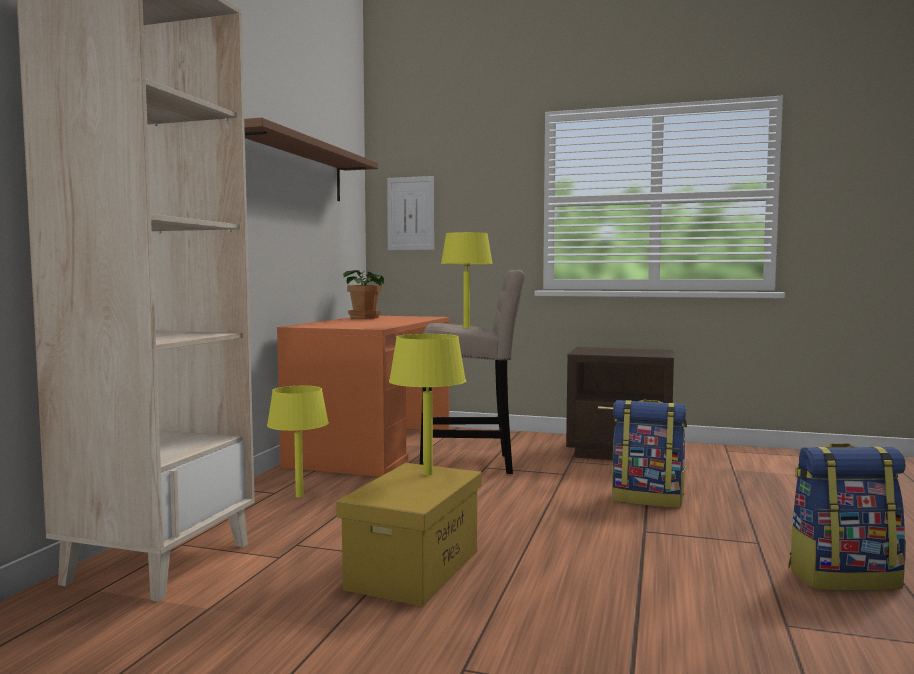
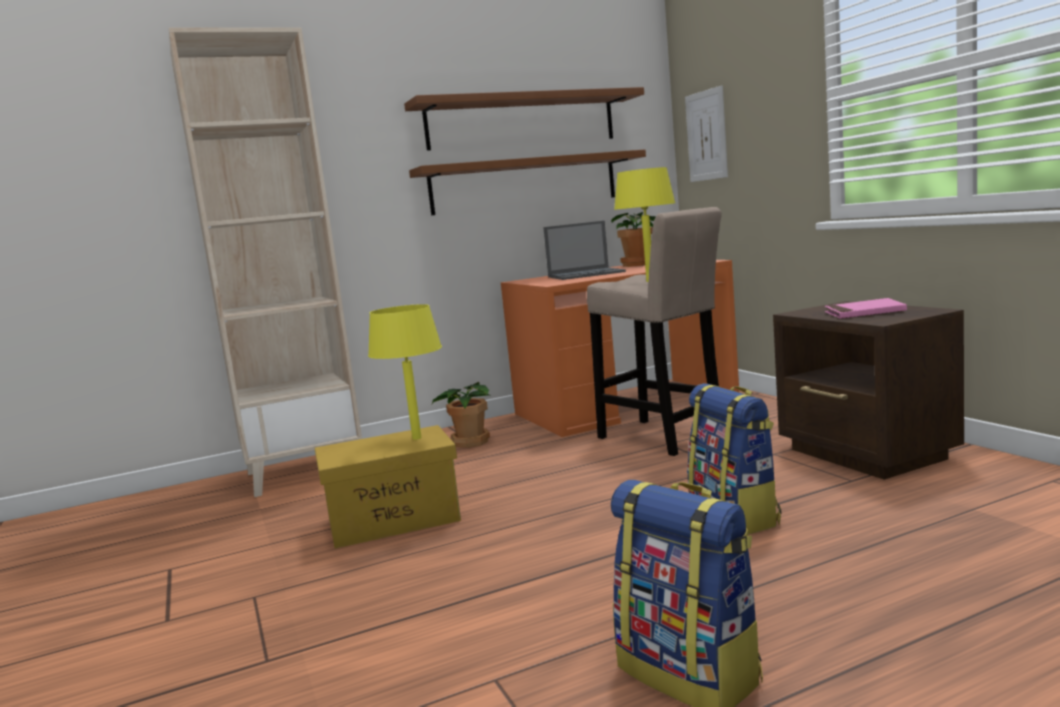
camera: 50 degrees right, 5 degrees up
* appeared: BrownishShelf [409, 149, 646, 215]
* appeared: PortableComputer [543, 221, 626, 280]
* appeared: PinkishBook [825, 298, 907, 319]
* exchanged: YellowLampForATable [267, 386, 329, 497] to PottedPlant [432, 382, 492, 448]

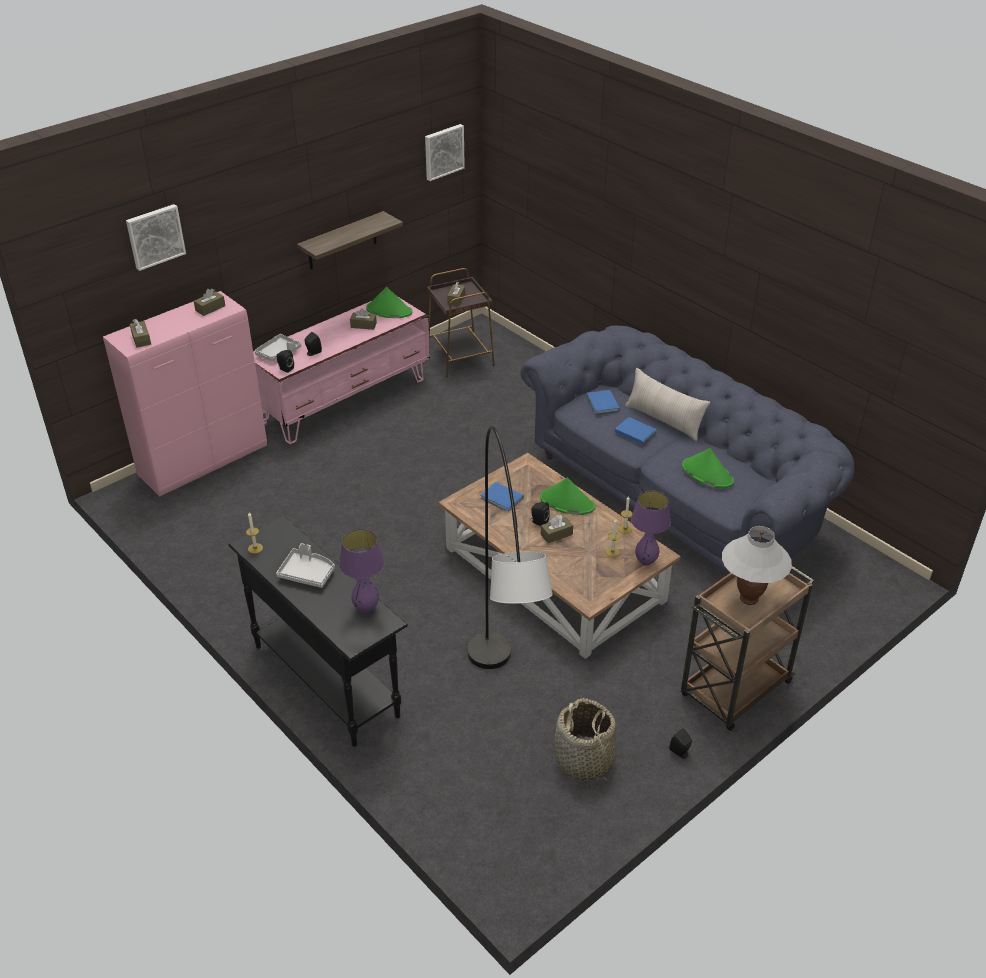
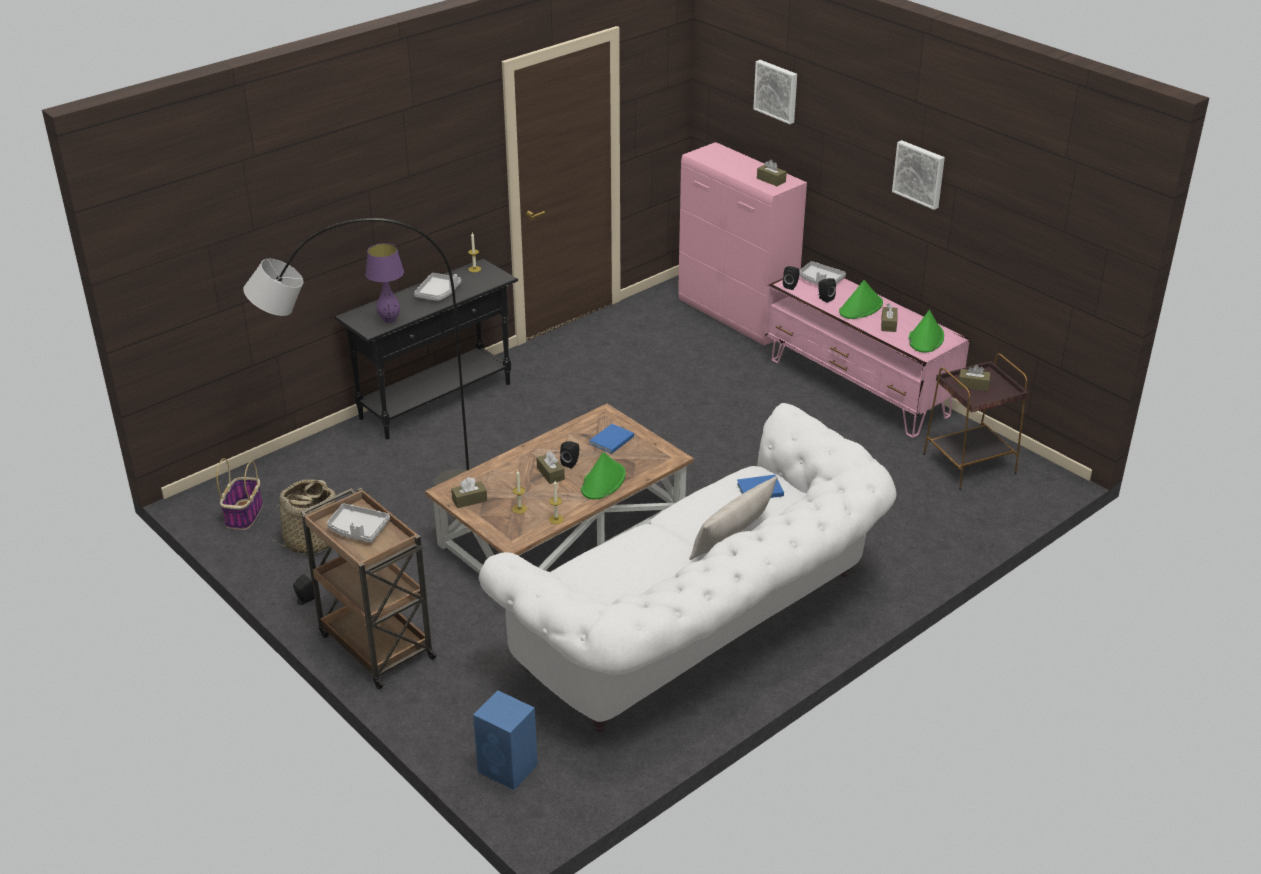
camera: 90 degrees right, 5 degrees down
* missing: Shelf [297, 211, 403, 269]
* missing: BlueColouredBook [615, 417, 657, 445]
* missing: PurpleLampForATable [631, 490, 671, 566]
* appeared: StorageBasket [216, 458, 263, 530]
* appeared: BlueColouredLoudspeaker [473, 690, 538, 790]
* relocated: BrownishBoxOfTissues [130, 319, 151, 348] to [451, 477, 487, 508]
* relocated: WallArt [425, 124, 465, 181] to [892, 140, 945, 210]
* relocated: GreenColouredWearableHat [682, 448, 734, 488] to [839, 280, 883, 319]
* exchanged: WhiteColouredLampForATable [722, 526, 792, 605] to GrayServingTray [327, 503, 390, 543]
* colour: BlueColouredSettee [521, 326, 854, 573] to WhiteColouredSettee [479, 403, 897, 732]

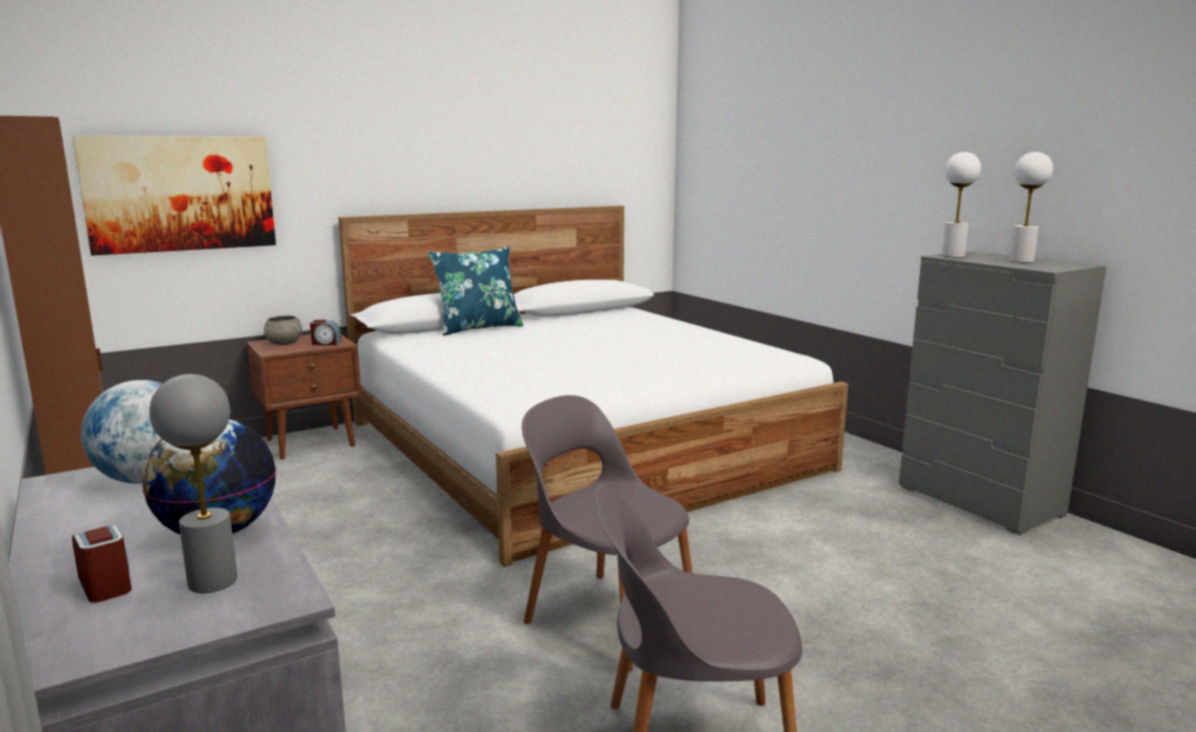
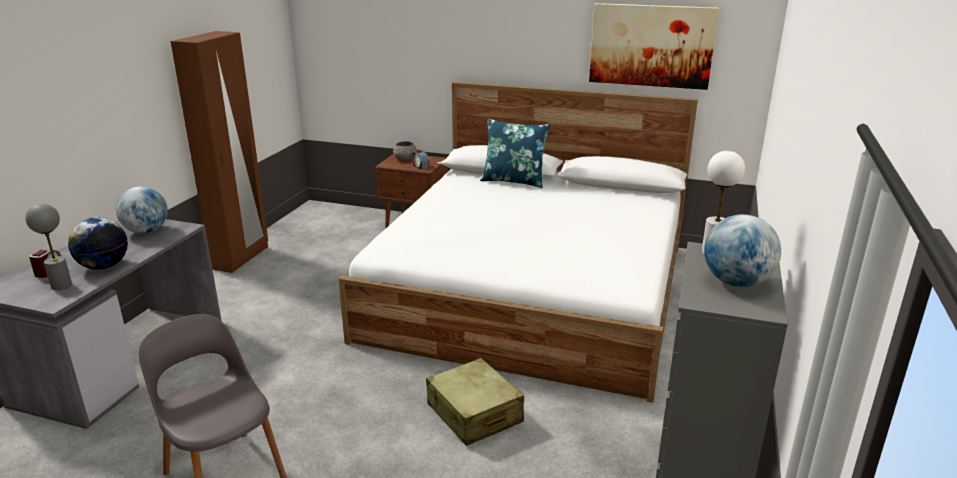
camera: 50 degrees right, 10 degrees up
* missing: GrayPlainChair [522, 395, 693, 672]
* appeared: BeigeColouredPieceOfLuggage [426, 358, 524, 446]
* relocated: WallArt [72, 136, 276, 256] to [589, 3, 719, 90]
* exchanged: WhiteColouredLampForATable [1009, 152, 1053, 263] to DeskGlobe [704, 214, 781, 287]

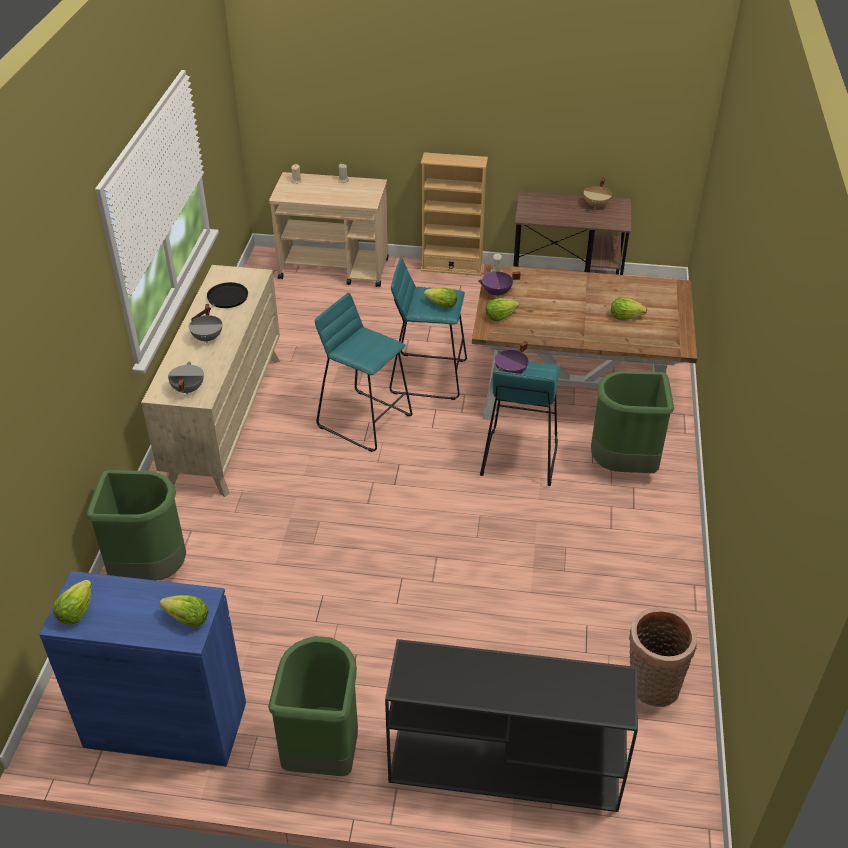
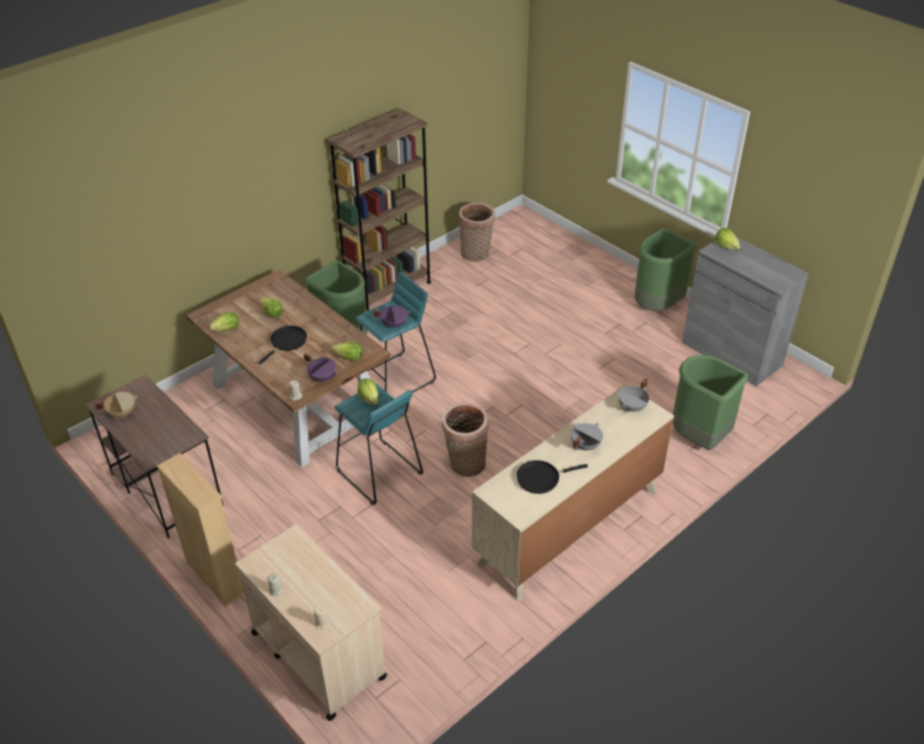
camera: 140 degrees left, 0 degrees up
* missing: BlackColouredConsoleTable [385, 639, 638, 812]
* appeared: BlackColouredPan [258, 326, 307, 365]
* appeared: BrownishBookcase [327, 108, 431, 312]
* relocated: Lettuce [53, 580, 92, 624] to [209, 312, 239, 331]
* exchanged: BlueGreenStool [315, 293, 412, 452] to StorageBasket [442, 403, 489, 477]
* colour: BlueColouredCupboard [39, 571, 246, 766] to GrayCupboard [682, 237, 809, 386]

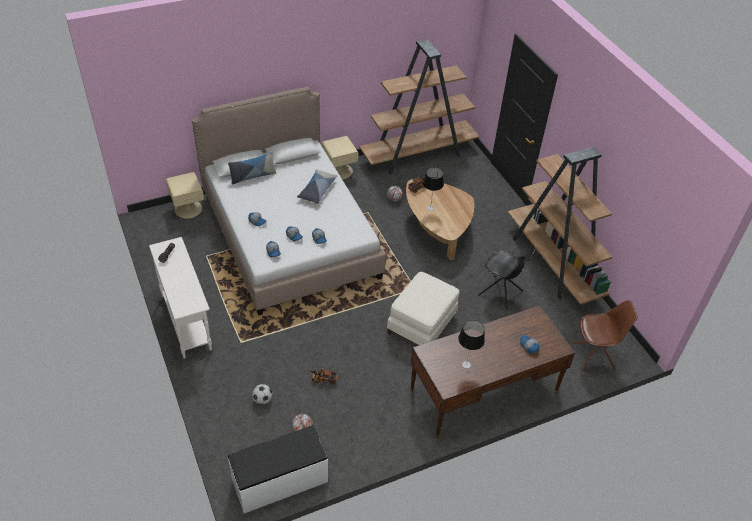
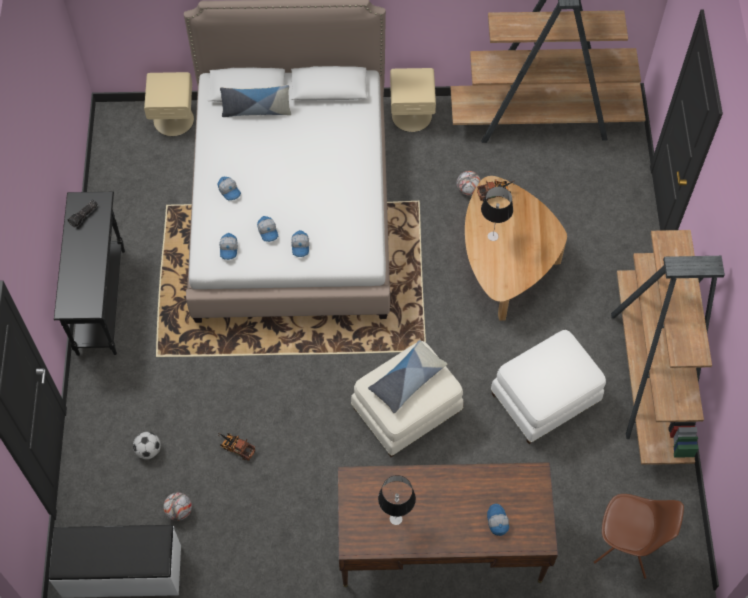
camera: 25 degrees right, 15 degrees up
* relocated: Pillow [297, 169, 337, 204] to [368, 340, 447, 413]
* exchanged: BlackColouredPlainChair [478, 248, 536, 310] to WhiteColouredFootrest [491, 330, 606, 444]
* colour: WhiteColouredConsoleTable [149, 237, 212, 359] to BlackColouredConsoleTable [54, 192, 125, 356]

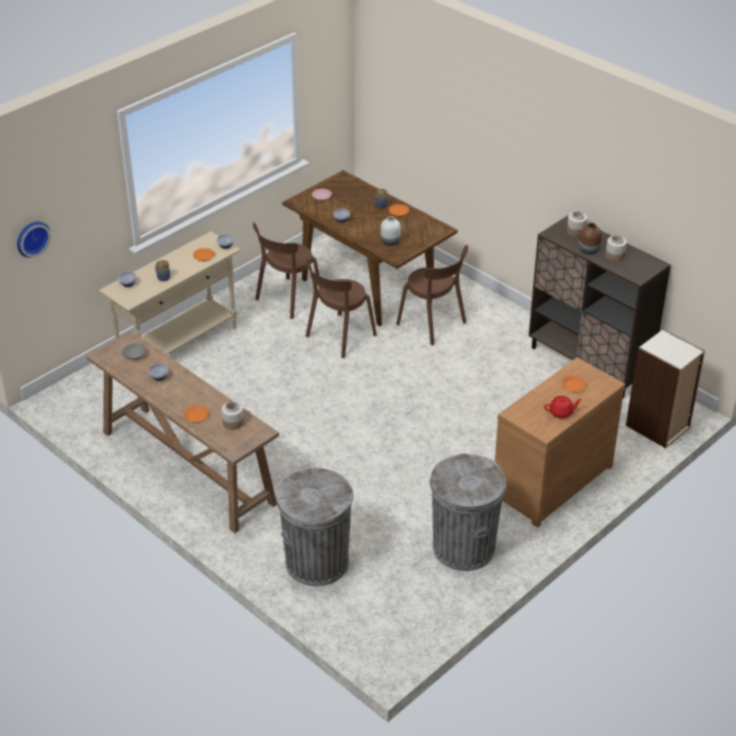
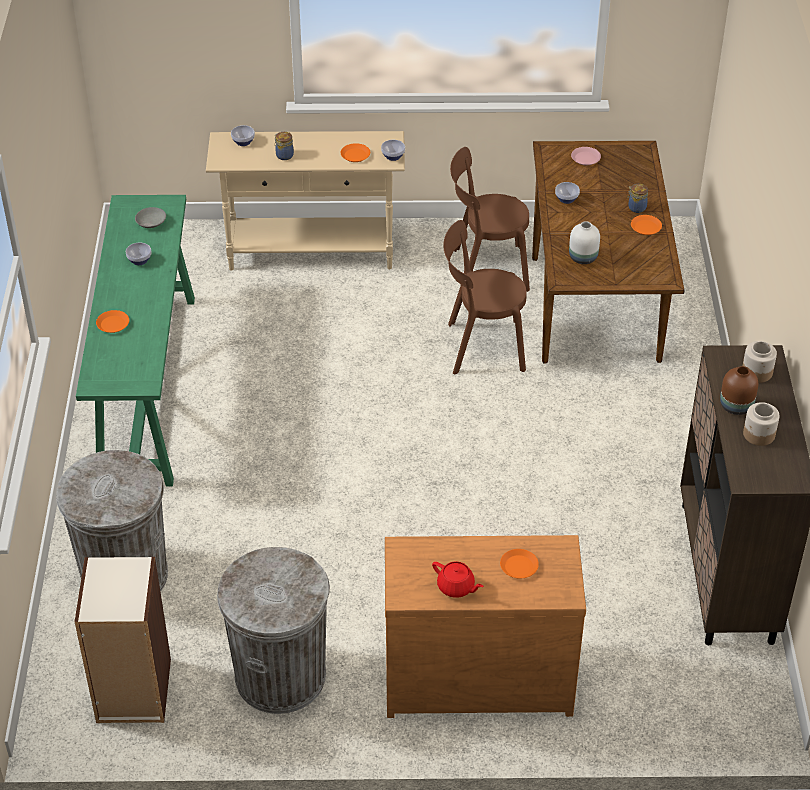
camera: 45 degrees right, 5 degrees up
* missing: WallClock [17, 222, 51, 258]
* missing: Jar [222, 401, 244, 430]
* missing: BrownishPlainChair [396, 245, 468, 346]
* relocated: Bookcase [626, 329, 705, 448] to [75, 557, 171, 723]
* colour: BrownishConsoleTable [86, 331, 279, 533] to GreenColouredConsoleTable [76, 195, 195, 486]

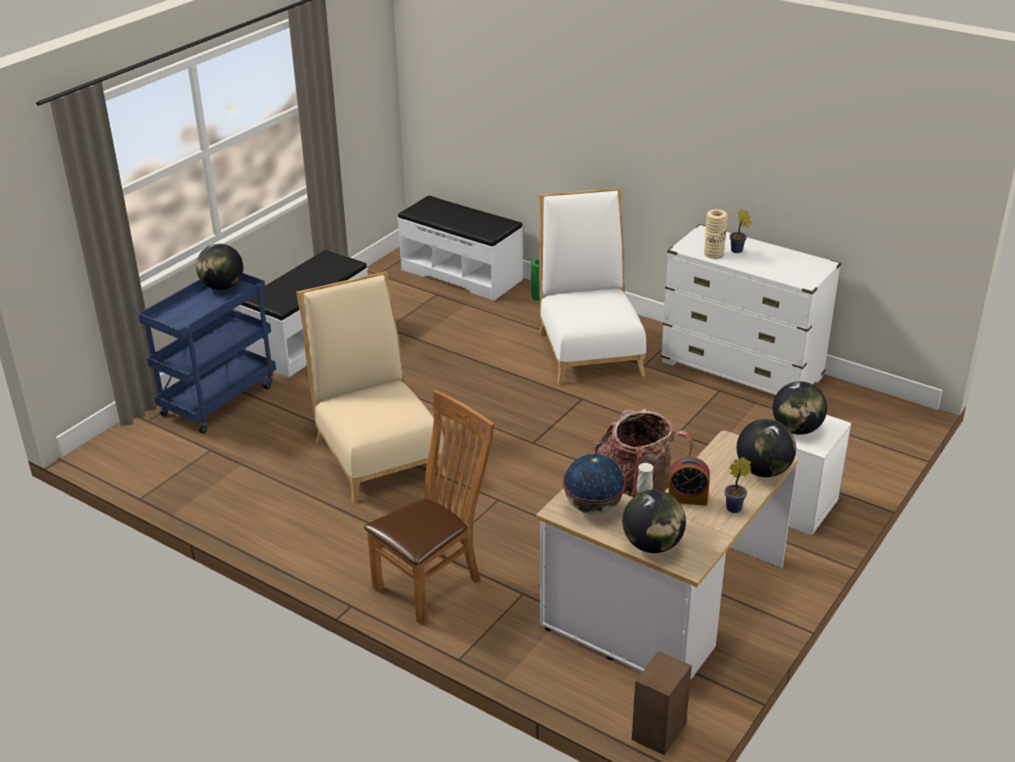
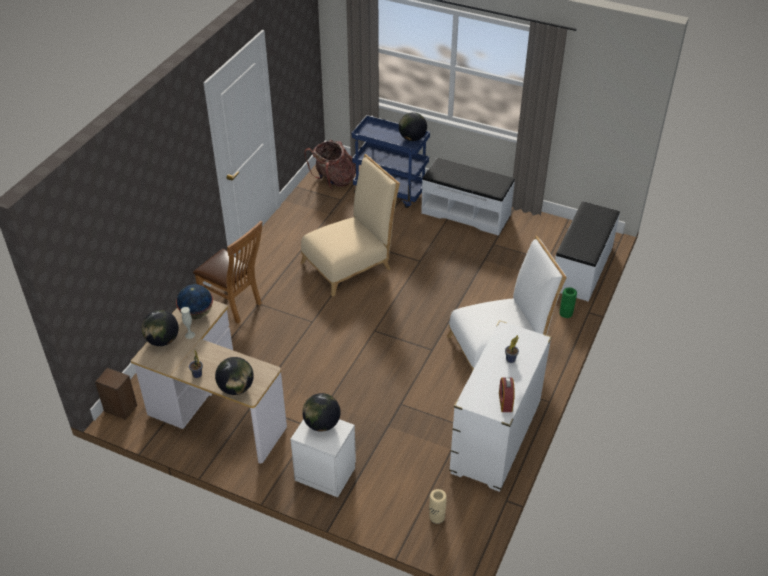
camera: 80 degrees right, 10 degrees up
* relocated: Knapsack [594, 409, 693, 497] to [304, 140, 356, 191]
* relocated: AlarmClock [668, 457, 710, 506] to [499, 377, 515, 412]
* relocated: BeigeColouredVase [704, 209, 728, 259] to [429, 489, 447, 524]

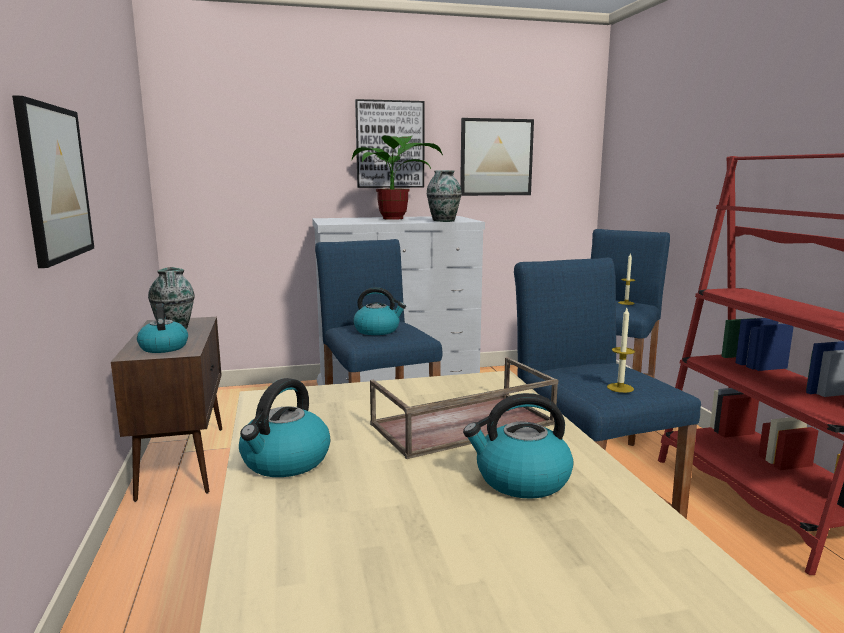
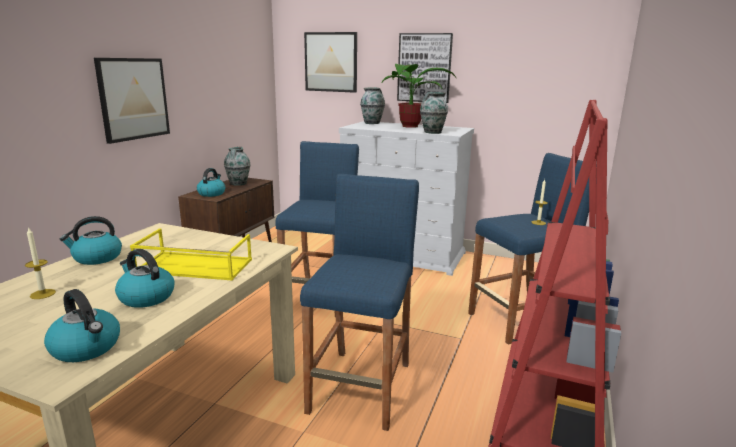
camera: 35 degrees right, 5 degrees up
* appeared: Vase [360, 87, 385, 124]
* relocated: Kettle [353, 287, 406, 335] to [44, 289, 120, 362]
* relocated: WallArt [460, 118, 534, 196] to [304, 32, 357, 93]
* relocated: Candle [607, 308, 635, 393] to [25, 227, 56, 299]
* colour: BrownishServingTray [370, 357, 558, 459] to YellowServingTray [130, 228, 252, 280]

